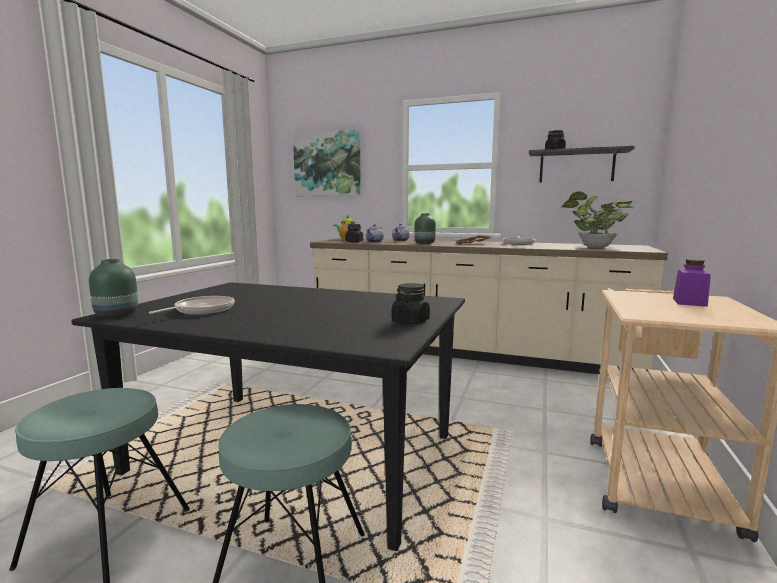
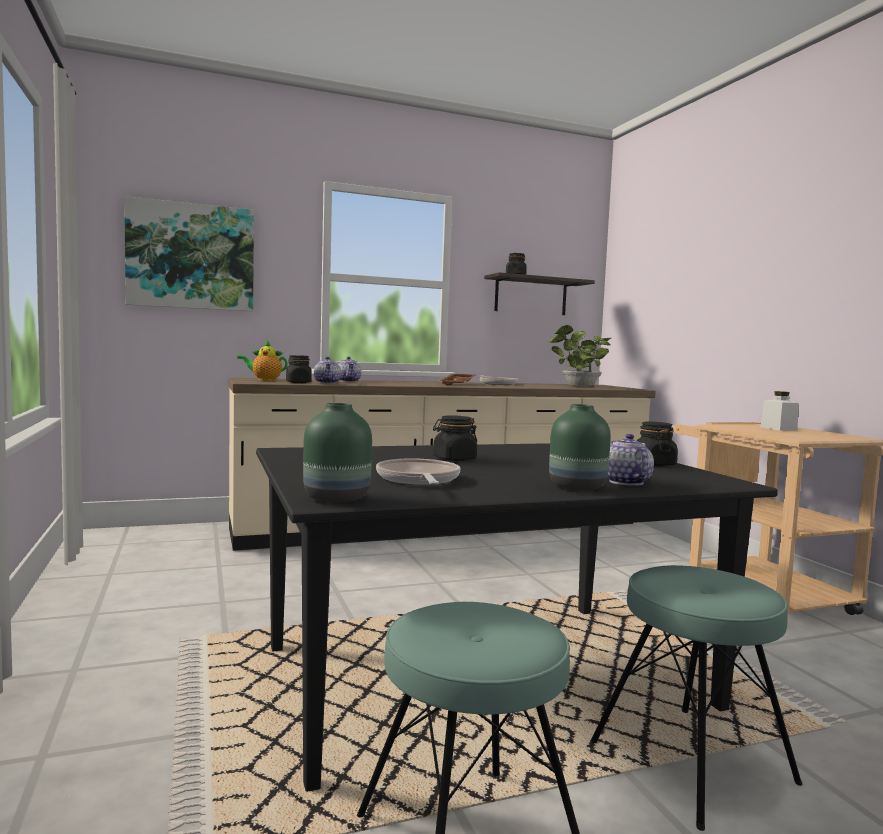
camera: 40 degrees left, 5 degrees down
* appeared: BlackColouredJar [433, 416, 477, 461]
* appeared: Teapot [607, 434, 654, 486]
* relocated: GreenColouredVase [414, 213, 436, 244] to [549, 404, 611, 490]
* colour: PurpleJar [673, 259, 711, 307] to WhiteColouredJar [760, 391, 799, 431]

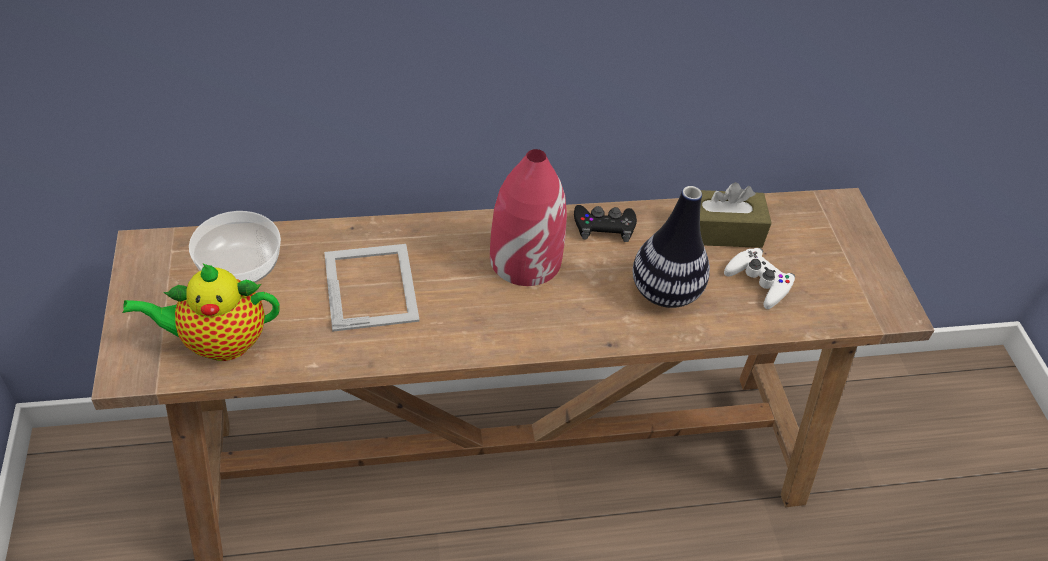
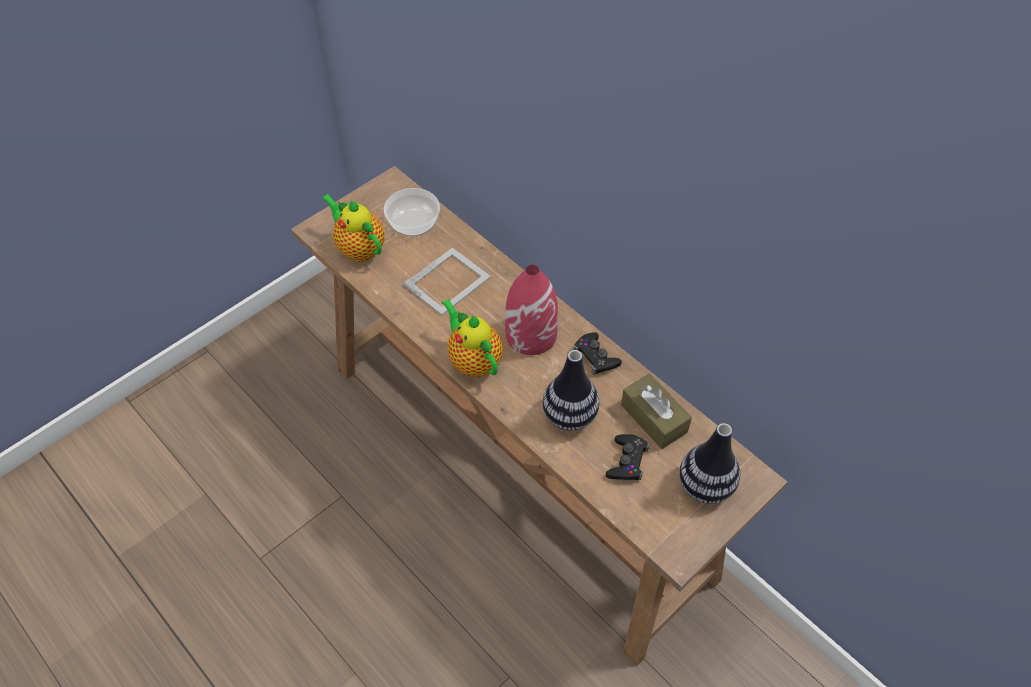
camera: 60 degrees right, 5 degrees up
* appeared: Teapot [441, 299, 503, 377]
* appeared: Vase [679, 423, 740, 504]
* colour: WhiteColouredGameController [724, 248, 795, 309] to BlackColouredGameController [606, 434, 649, 480]

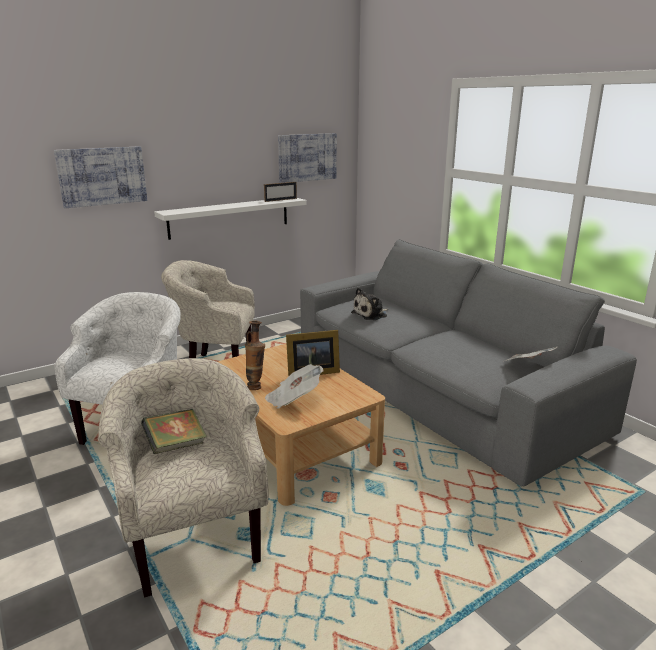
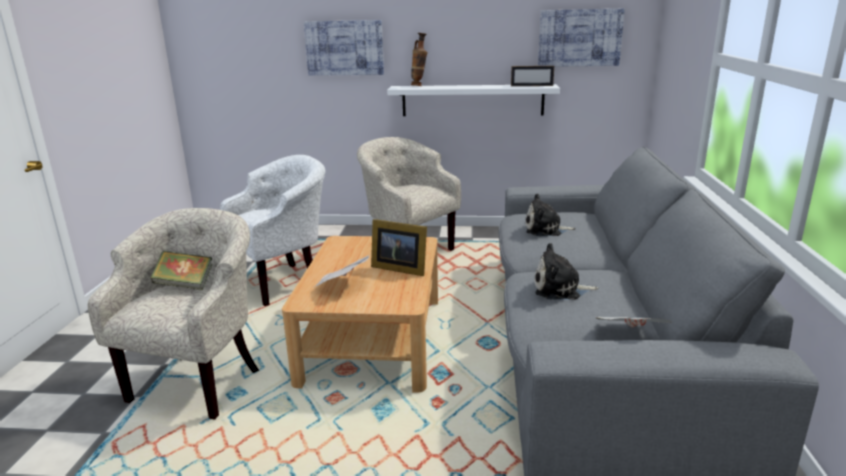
camera: 40 degrees right, 0 degrees up
* appeared: SoftToy [534, 243, 598, 300]
* relocated: Vase [245, 321, 265, 390] to [411, 33, 428, 86]

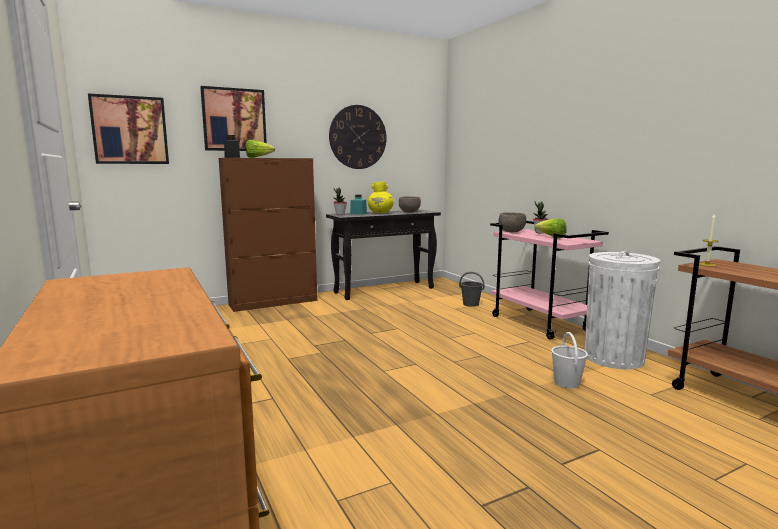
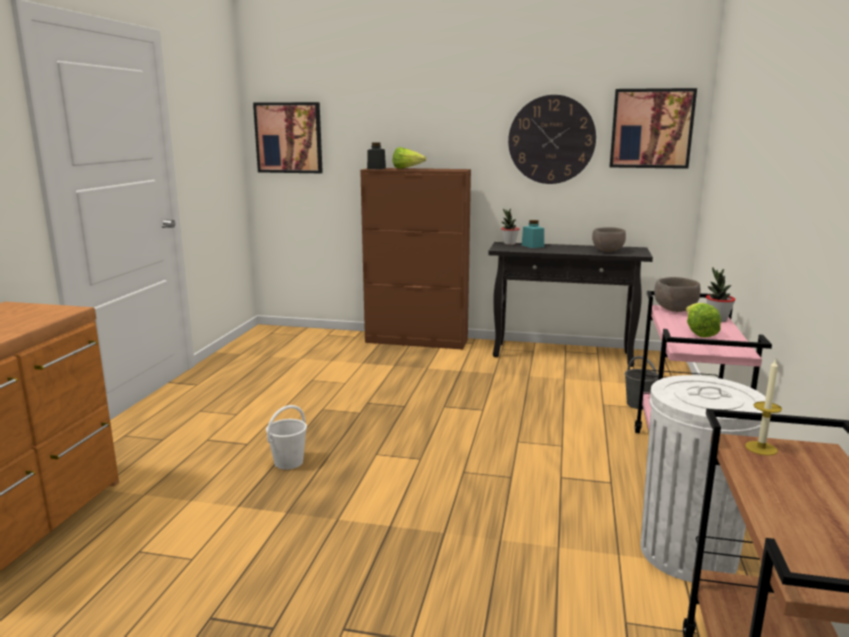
camera: 40 degrees right, 5 degrees up
* missing: YellowVase [368, 182, 394, 213]
* relocated: WallArt [200, 86, 267, 151] to [609, 88, 697, 169]
* relocated: WhiteColouredPail [551, 332, 588, 388] to [266, 405, 307, 470]

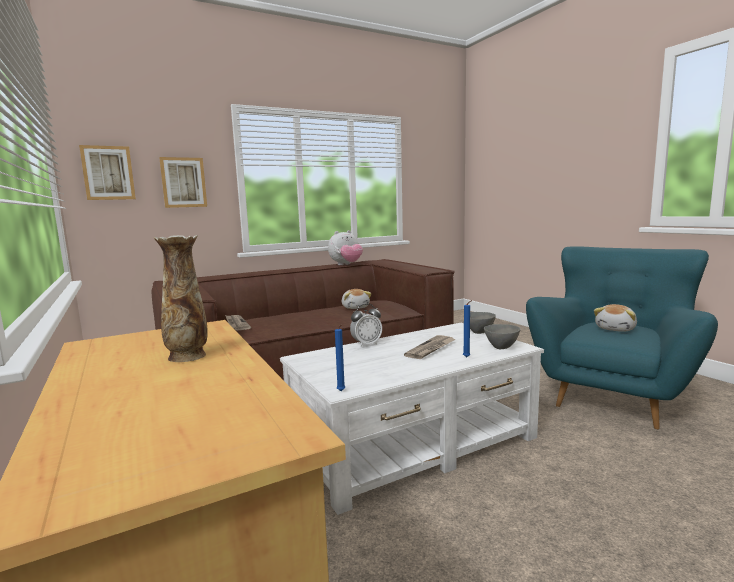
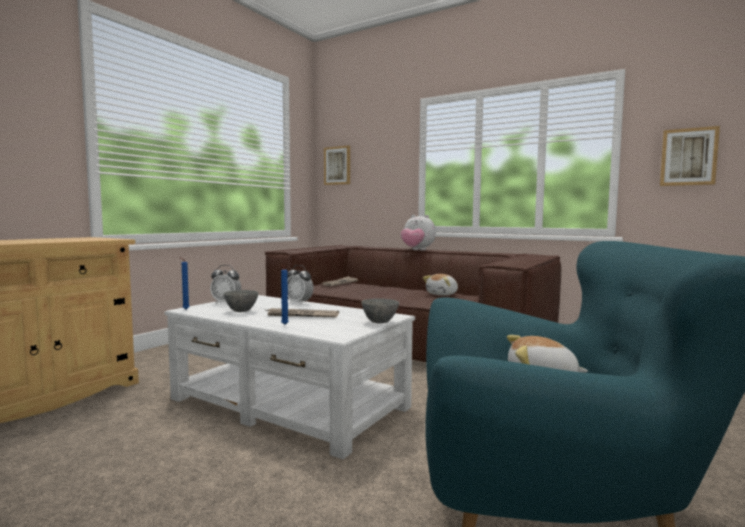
camera: 60 degrees right, 5 degrees down
* missing: Vase [154, 235, 208, 362]
* appeared: AlarmClock [210, 265, 241, 304]
* relocated: WallArt [159, 157, 207, 208] to [660, 126, 720, 186]
* relocated: SoftToy [328, 230, 363, 265] to [401, 215, 436, 251]
* relocated: GrayDeepDish [484, 324, 520, 349] to [224, 290, 259, 312]

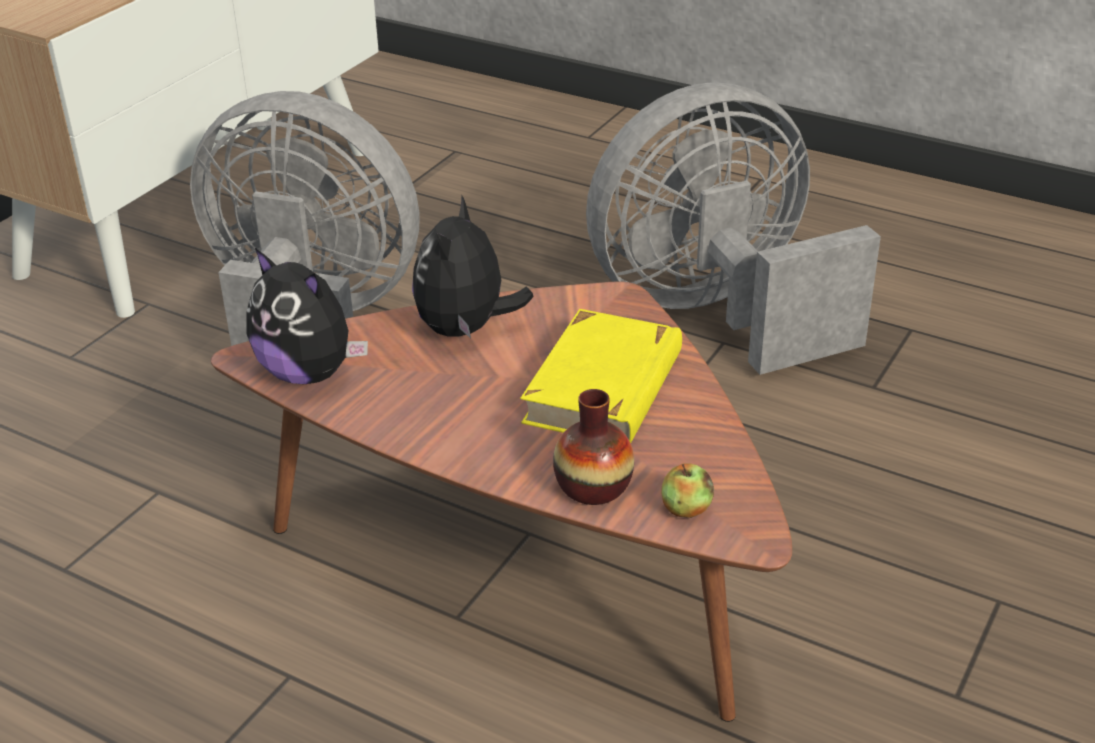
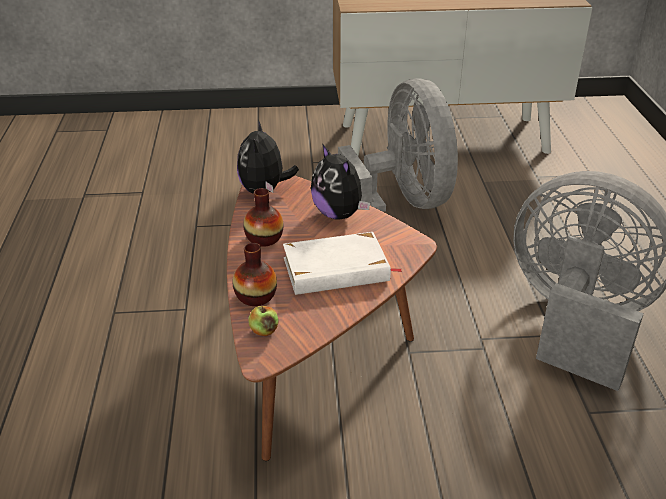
camera: 55 degrees right, 0 degrees up
* appeared: Vase [243, 188, 284, 247]
* colour: YellowBook [520, 309, 682, 443] to WhiteColouredBook [283, 232, 403, 295]
* spun: SoftToy [412, 194, 534, 338] = [311, 145, 370, 219] 105 degrees counterclockwise

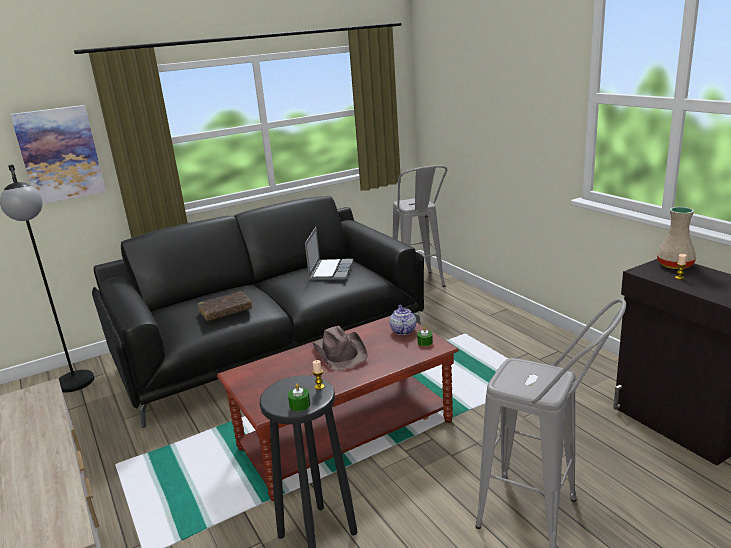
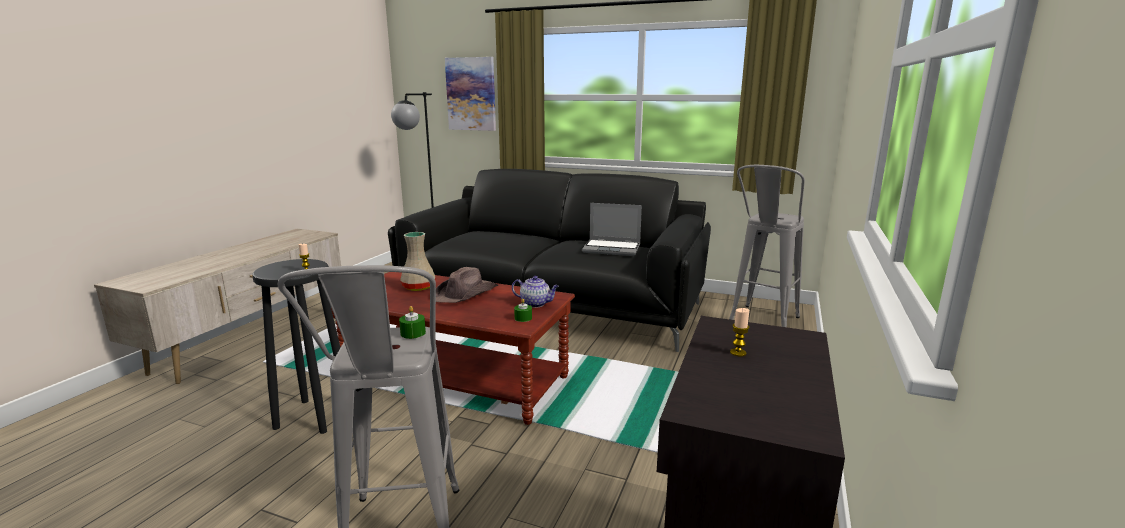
camera: 50 degrees right, 5 degrees down
* missing: BrownishBook [197, 291, 252, 321]
* relocated: GreenColouredCandle [288, 384, 310, 411] to [399, 306, 426, 339]
* relocated: BeigeColouredVase [657, 207, 696, 269] to [401, 232, 435, 291]
* spun: PortableComputer [305, 227, 353, 280] = [582, 203, 642, 256] 45 degrees clockwise
* spun: Teapot [389, 305, 416, 335] = [512, 276, 559, 308] 60 degrees clockwise

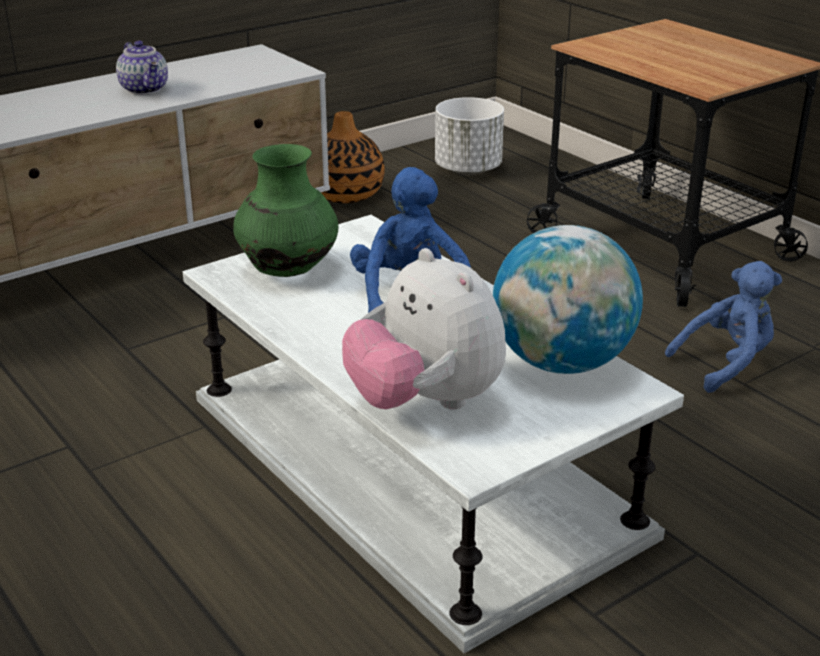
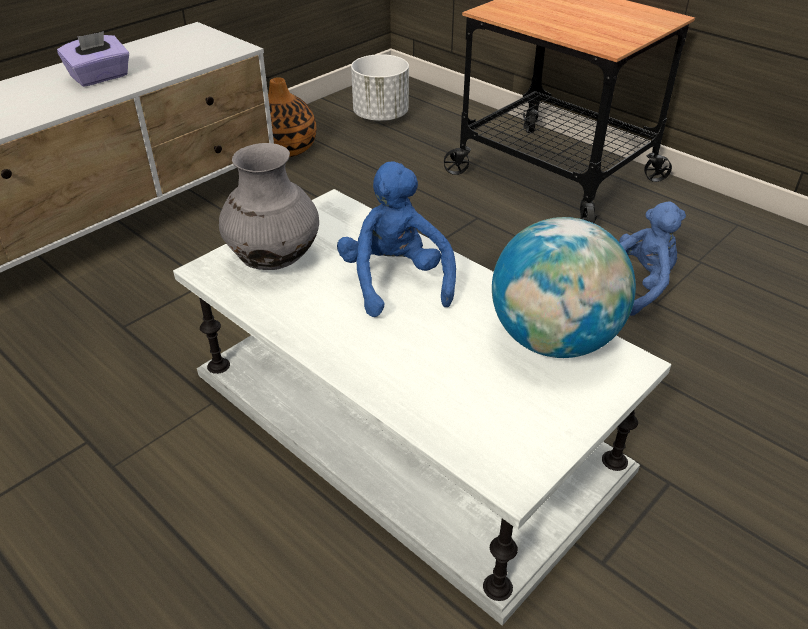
camera: 10 degrees left, 10 degrees up
* missing: SoftToy [342, 248, 506, 410]
* exchanged: Teapot [116, 41, 168, 95] to PurpleBoxOfTissues [57, 31, 129, 87]
* colour: GreenColouredVase [233, 144, 338, 277] to GrayVase [219, 143, 319, 270]

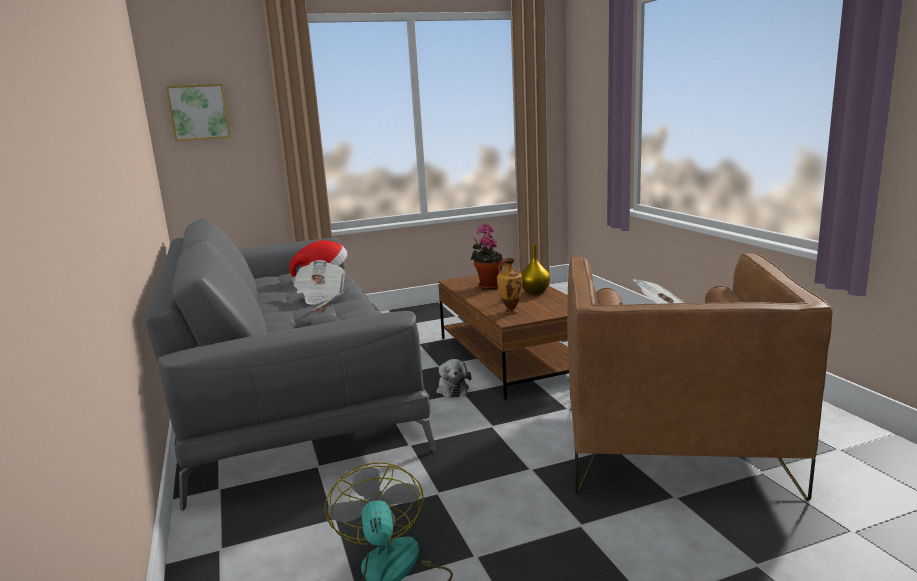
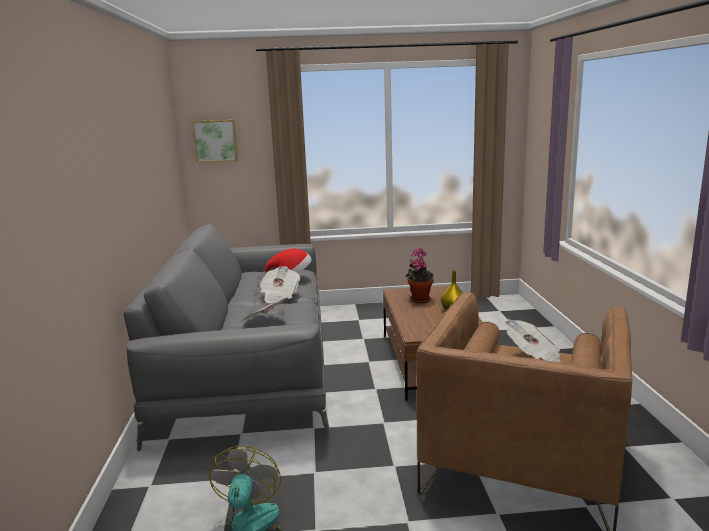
camera: 15 degrees right, 0 degrees up
* missing: SoftToy [436, 359, 471, 398]
* missing: Vase [497, 258, 522, 314]

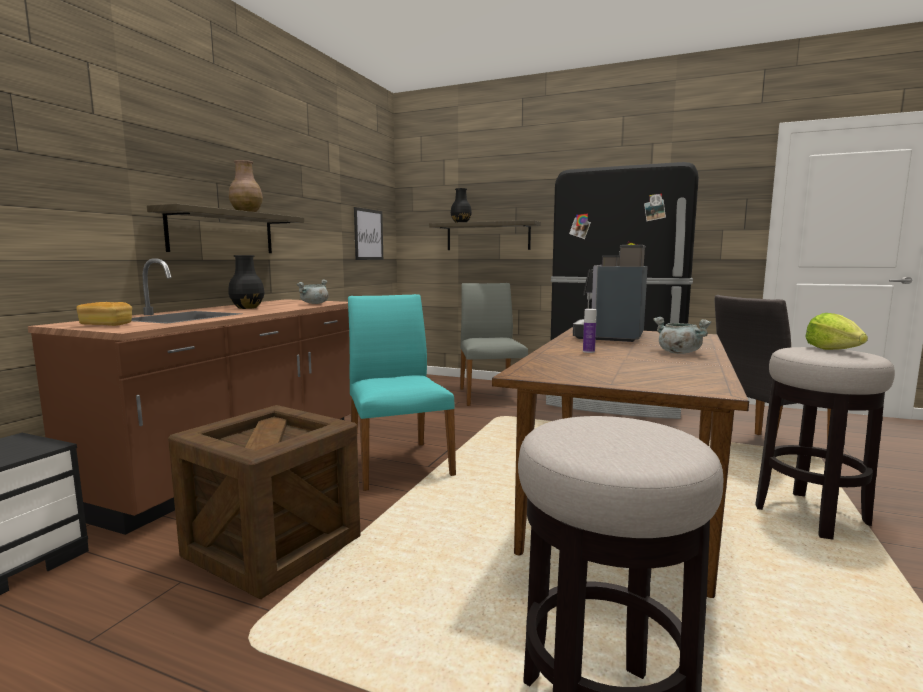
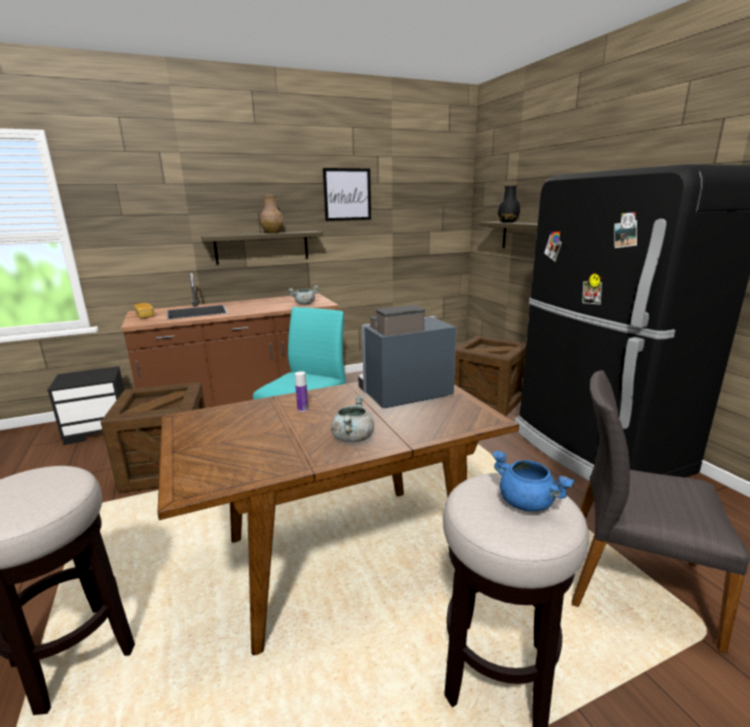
camera: 45 degrees right, 10 degrees up
* missing: BlackColouredVase [228, 255, 265, 309]
* relocated: WallArt [354, 207, 383, 260] to [323, 168, 371, 221]
* exchanged: GrayPlainChair [460, 283, 528, 406] to ShippingCrate [454, 336, 526, 416]
* exchanged: Lettuce [805, 313, 868, 350] to BlueColouredSaucepot [492, 451, 574, 512]

